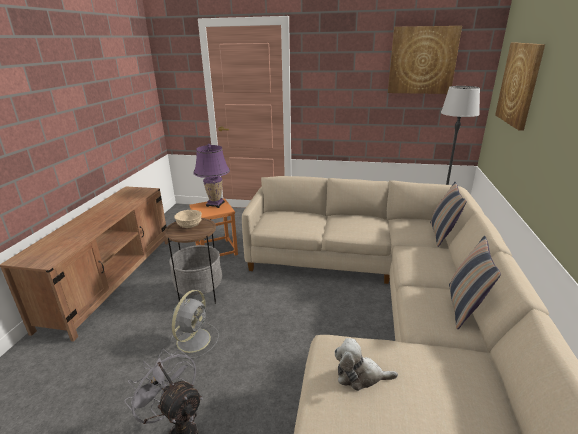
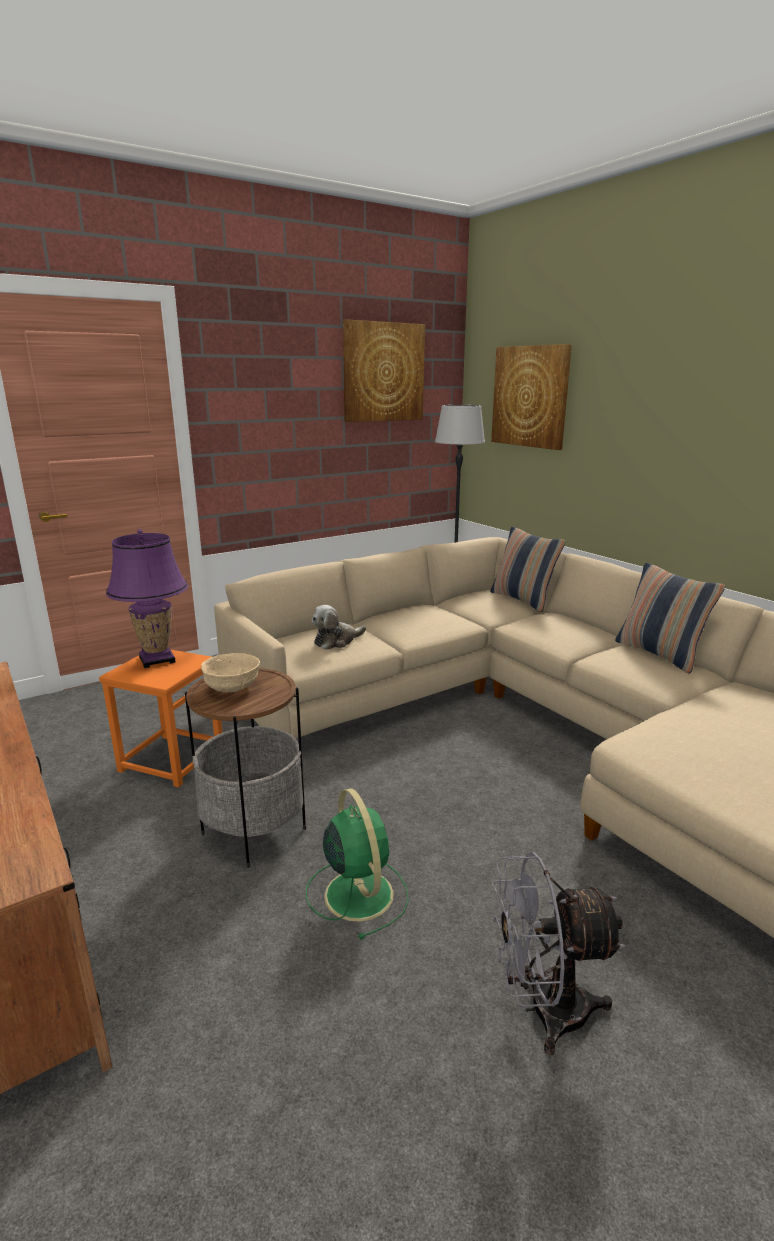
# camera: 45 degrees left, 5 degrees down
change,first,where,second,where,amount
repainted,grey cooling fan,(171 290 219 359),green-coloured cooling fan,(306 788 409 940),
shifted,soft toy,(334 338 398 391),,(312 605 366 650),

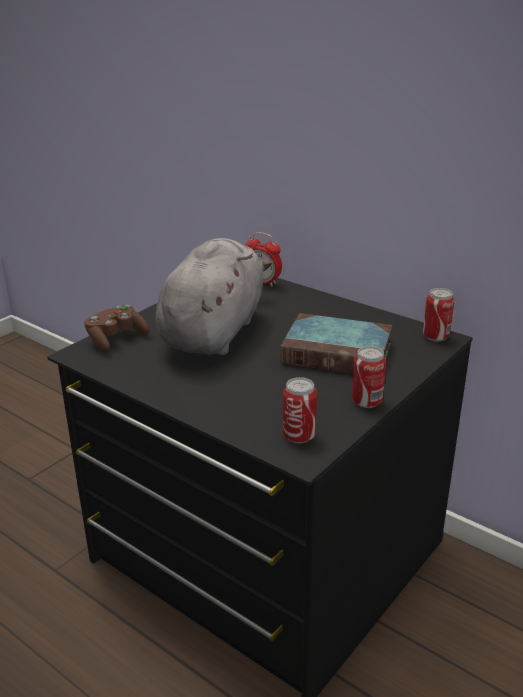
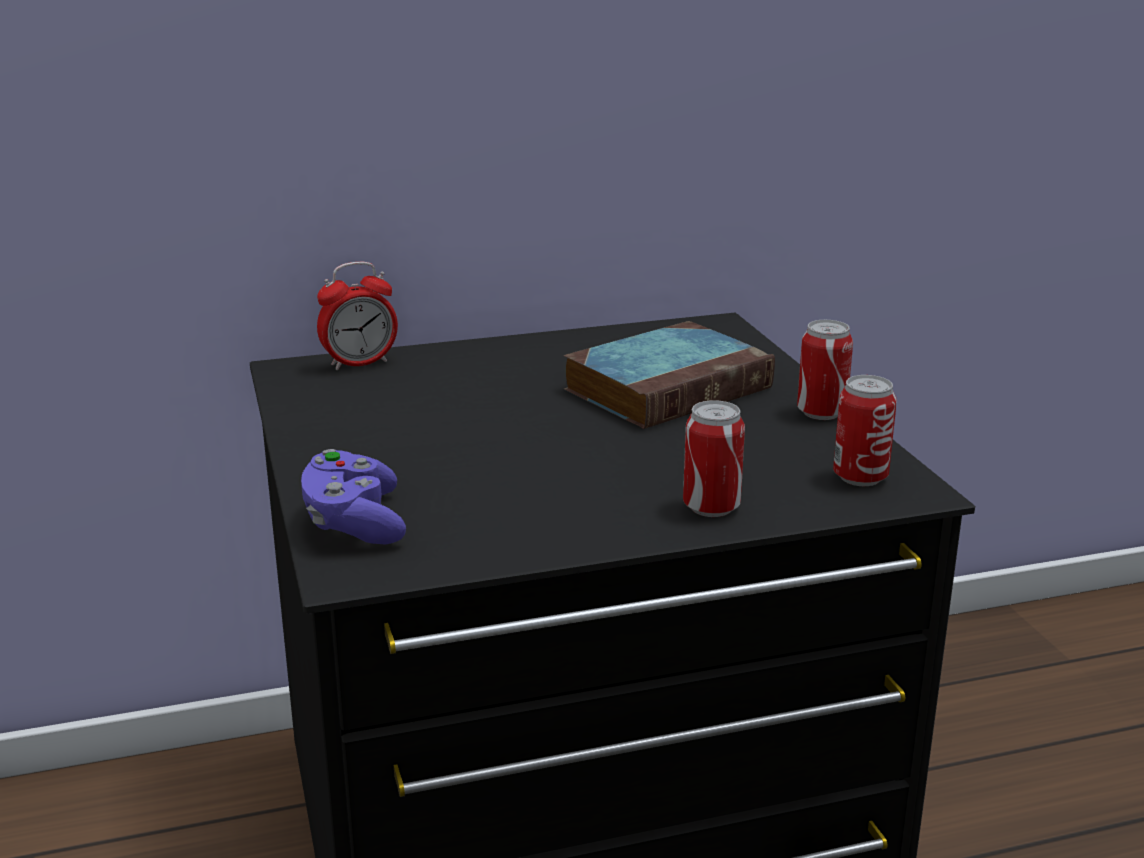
# camera: 55 degrees left, 5 degrees down
change,first,where,second,where,amount
gone,grey soft toy,(155 238 272 355),,,
shifted,can,(423 288 454 342),,(683 400 745 517),
repainted,brown-coloured game controller,(84 305 149 352),purplish game controller,(301 449 406 544),

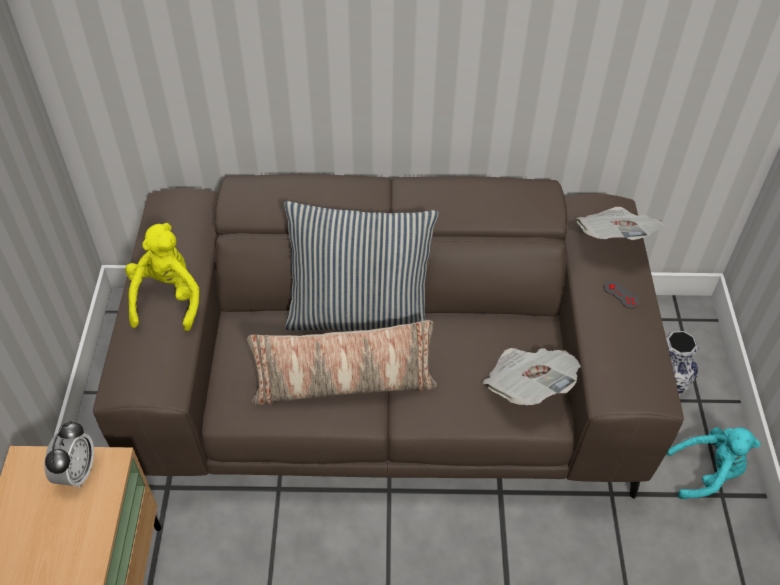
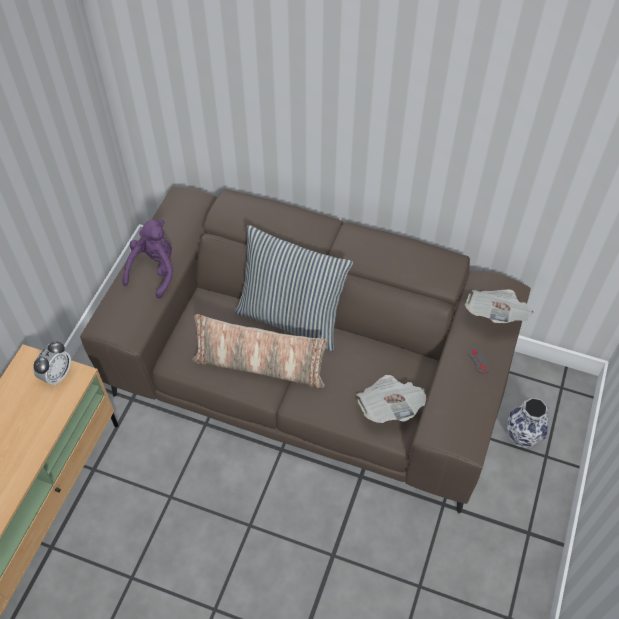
# camera: 20 degrees right, 5 degrees up
change,first,where,second,where,amount
repainted,yellowish soft toy,(125 223 199 331),purplish soft toy,(123 220 174 298),
gone,blue-green soft toy,(666 427 760 499),,,

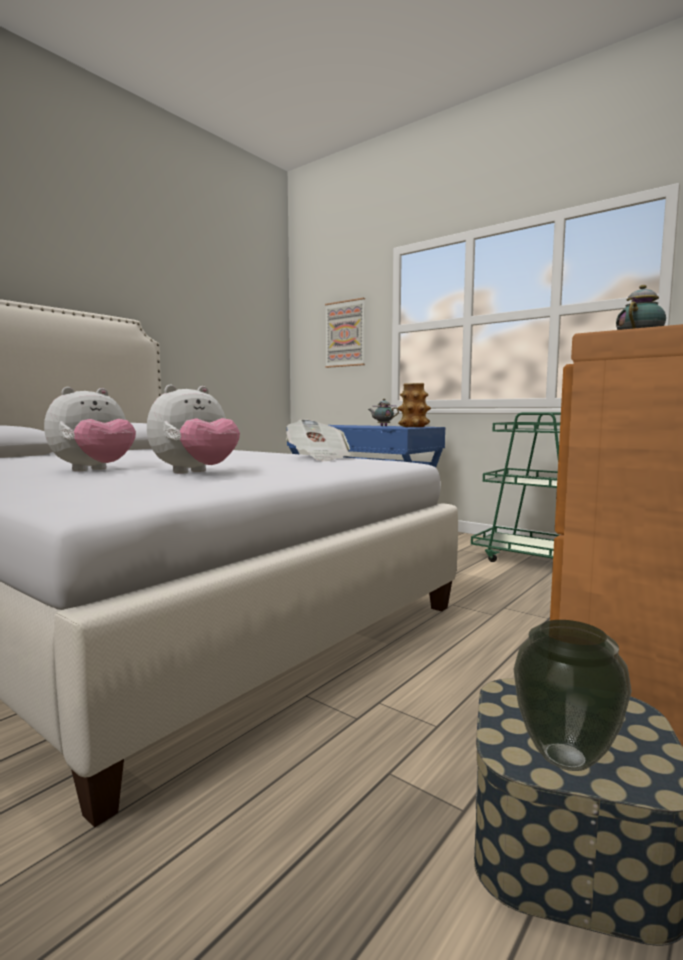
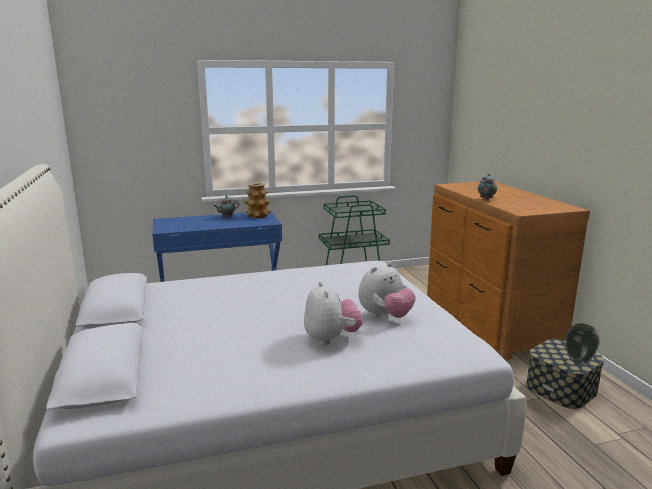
# camera: 55 degrees left, 10 degrees up
change,first,where,second,where,amount
gone,wall art,(325 298 365 368),,,
rotated,soft toy,(147 385 240 474),,(358 262 416 318),60 degrees clockwise
gone,printed paper,(286 419 351 461),,,

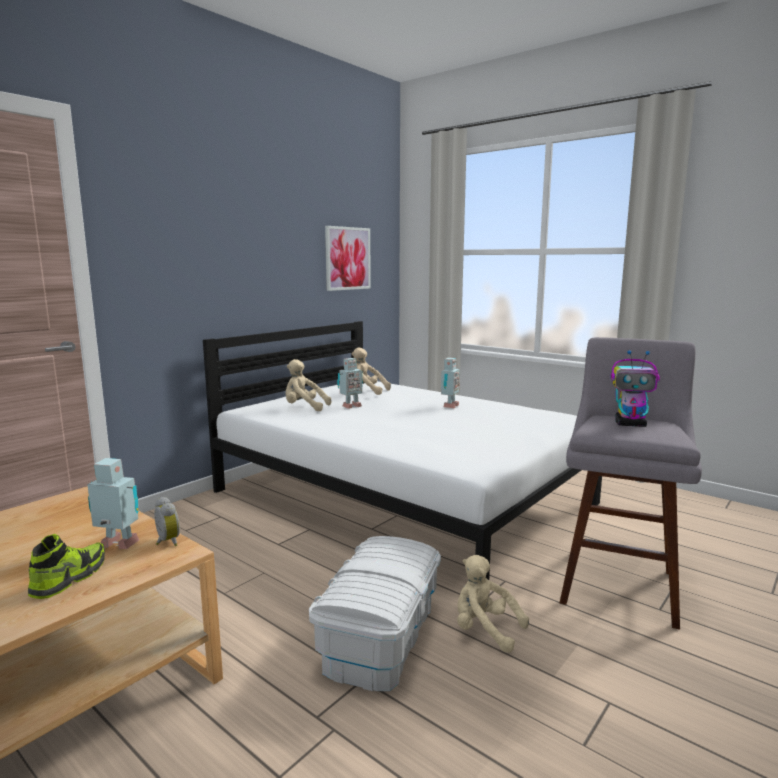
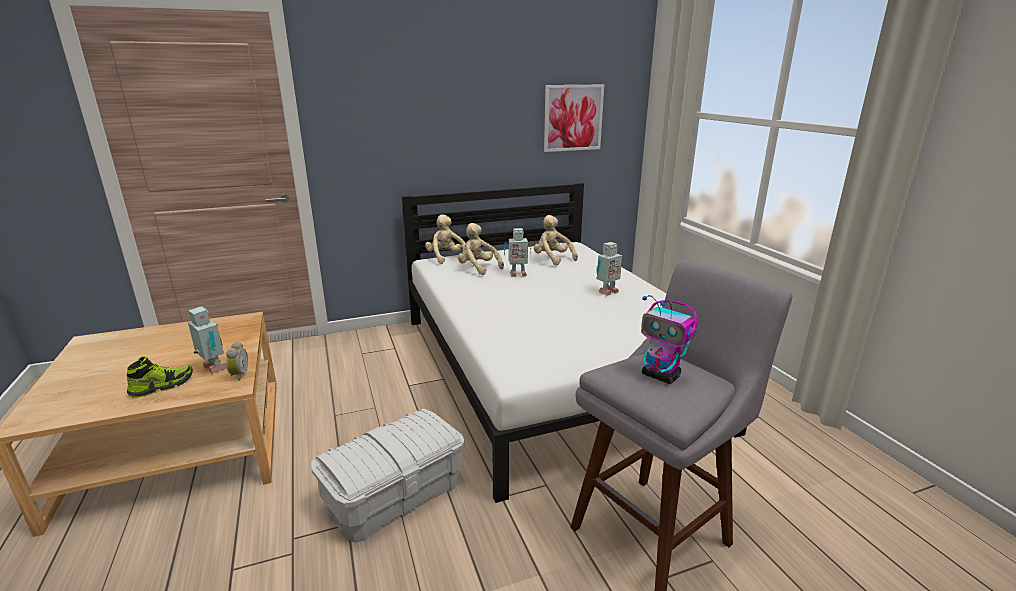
# camera: 30 degrees right, 10 degrees up
change,first,where,second,where,amount
shifted,sand-coloured soft toy,(457 555 529 653),,(425 214 466 264),

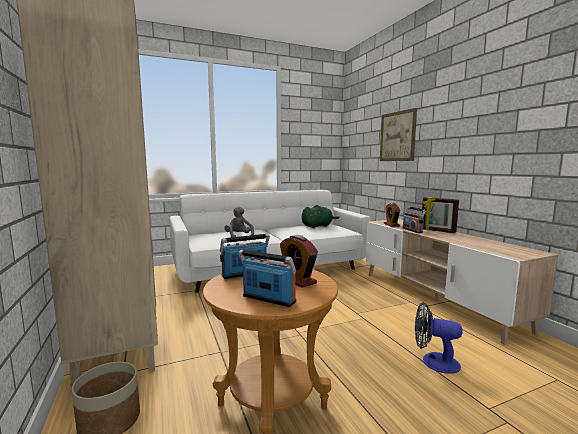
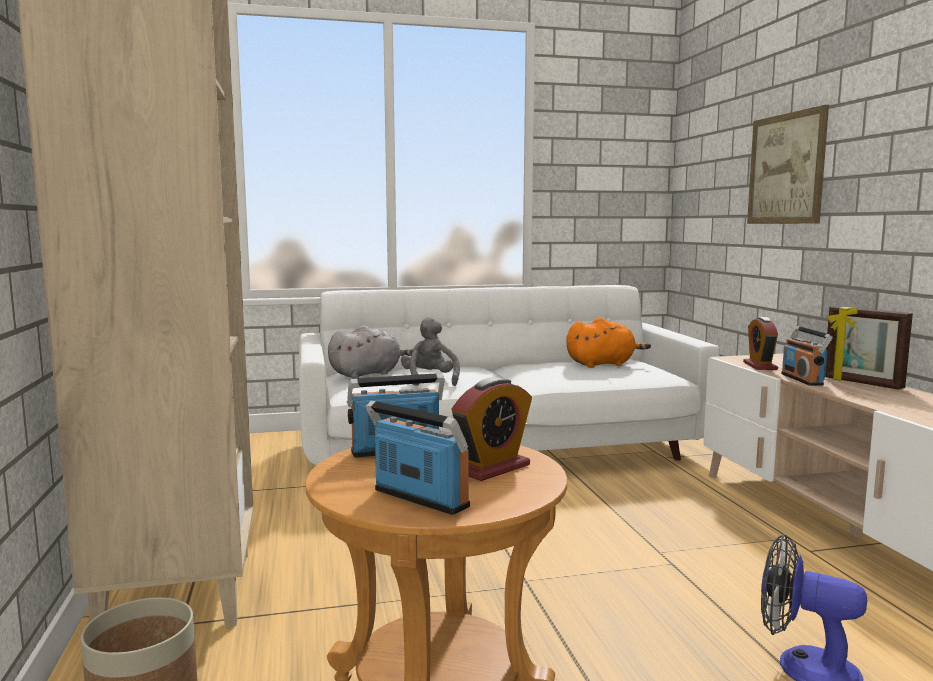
# camera: 10 degrees right, 0 degrees up
change,first,where,second,where,amount
repainted,green-coloured soft toy,(302 205 339 228),orange soft toy,(566 318 651 368),
rotated,bedside clock,(280 235 318 288),,(452 377 532 481),105 degrees counterclockwise
new,,,grey soft toy,(328 325 413 379),

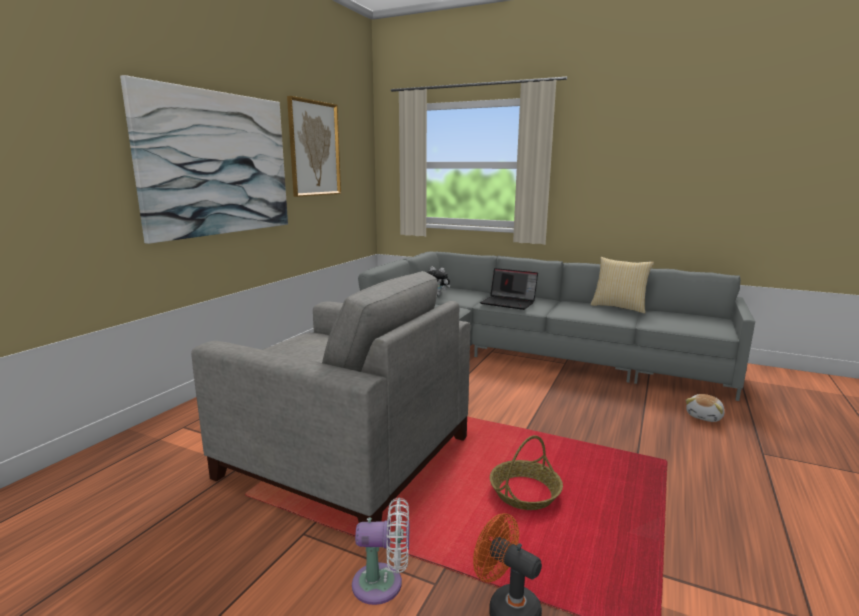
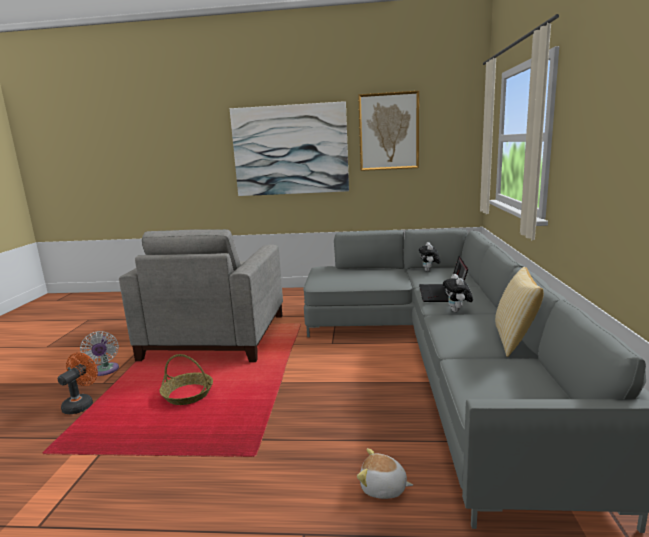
# camera: 70 degrees right, 0 degrees up
change,first,where,second,where,amount
new,,,soft toy,(443 274 473 312),

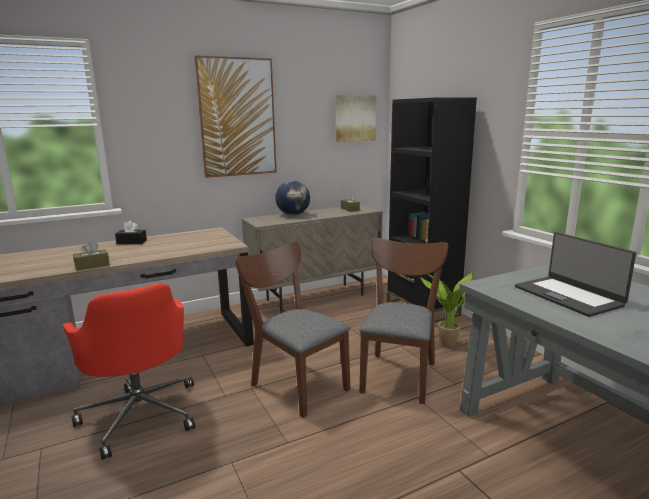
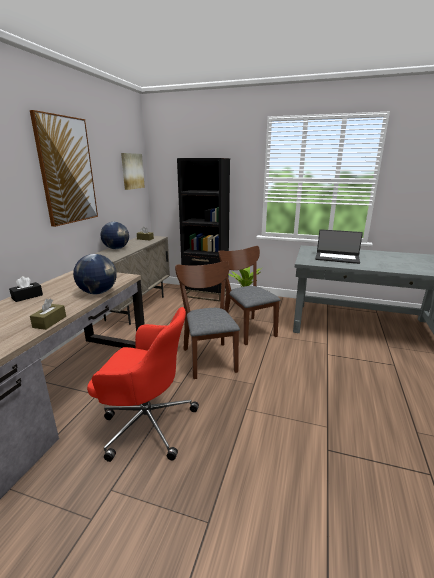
# camera: 45 degrees left, 5 degrees up
change,first,where,second,where,amount
rotated,brown-coloured plain chair,(235 241 350 418),,(175 261 240 379),75 degrees clockwise
new,,,world globe,(73 254 117 294),

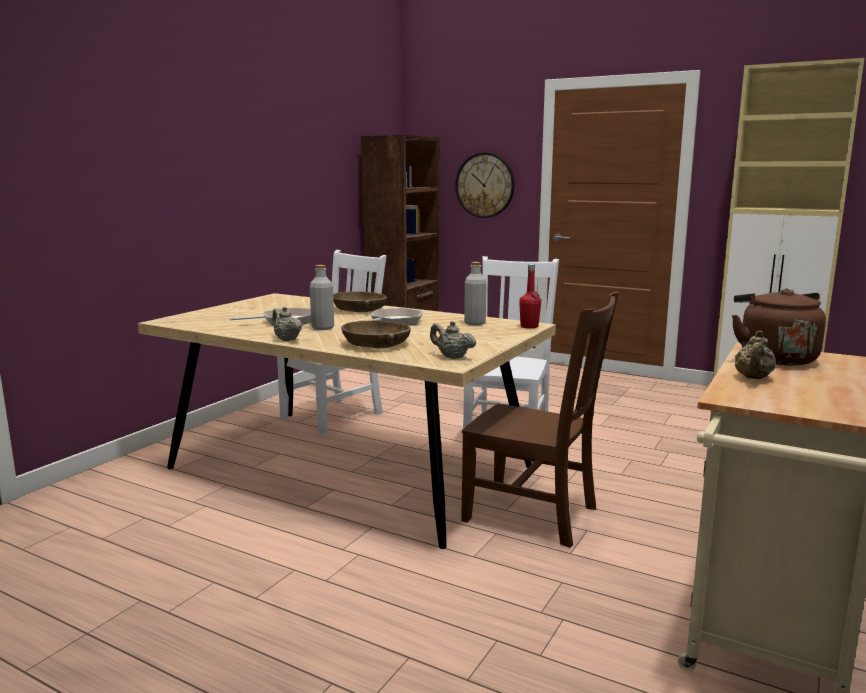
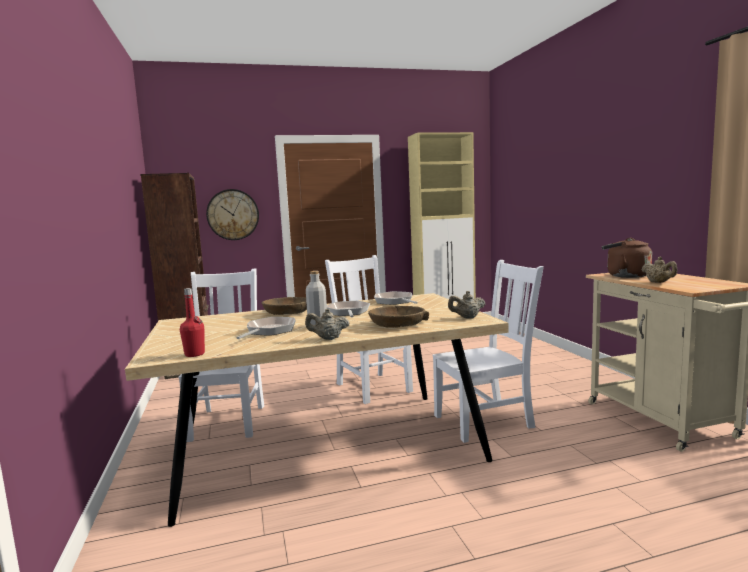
# camera: 45 degrees left, 5 degrees down
change,first,where,second,where,amount
swapped,grey drink bottle,(464 262 486 325),frying pan,(374 291 418 305),
shifted,red drink bottle,(519 264 541 329),,(180 288 205 357),
repainted,brown-coloured plain chair,(461 291 619 548),whitish plain chair,(432 260 544 443),

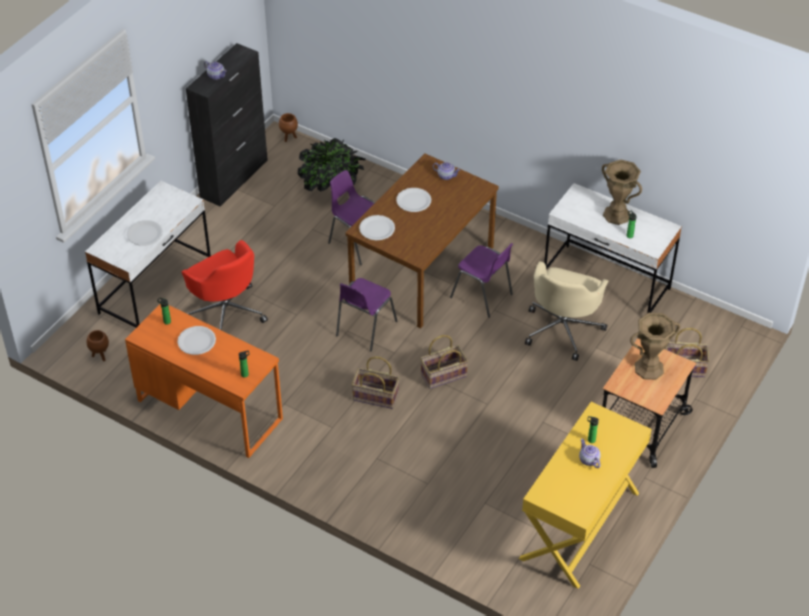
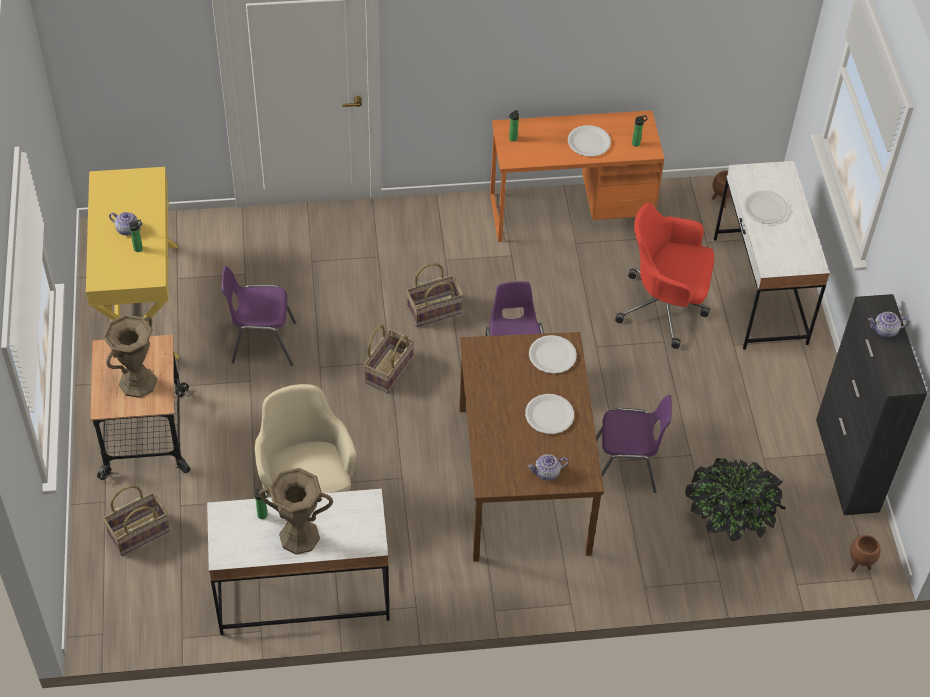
# camera: 140 degrees right, 5 degrees up
change,first,where,second,where,amount
shifted,purplish plain chair,(450 243 513 318),,(221 266 296 366),

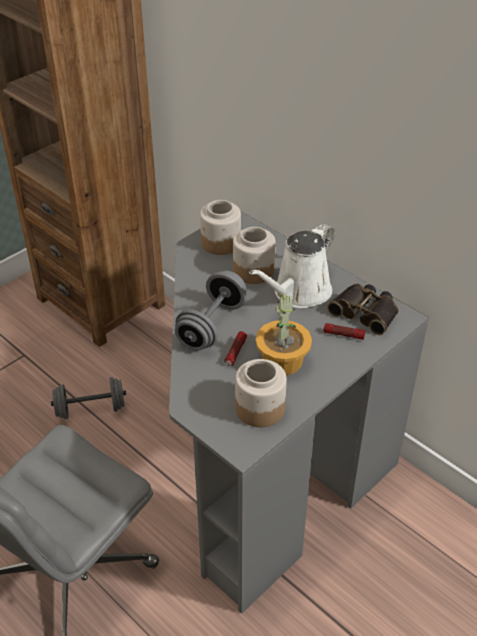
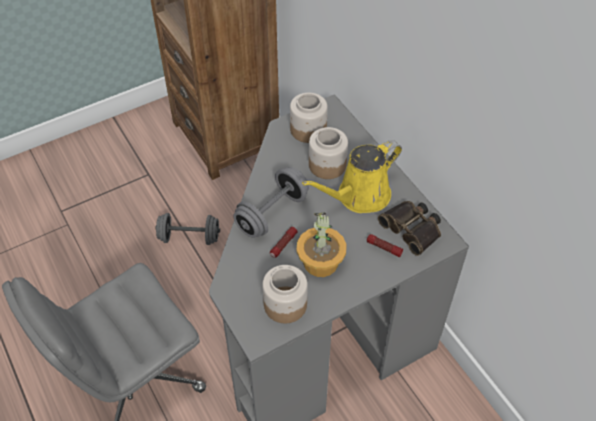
# camera: 15 degrees right, 10 degrees up
change,first,where,second,where,amount
repainted,whitish sprinkling can,(249 224 335 308),yellowish sprinkling can,(302 140 402 213),

